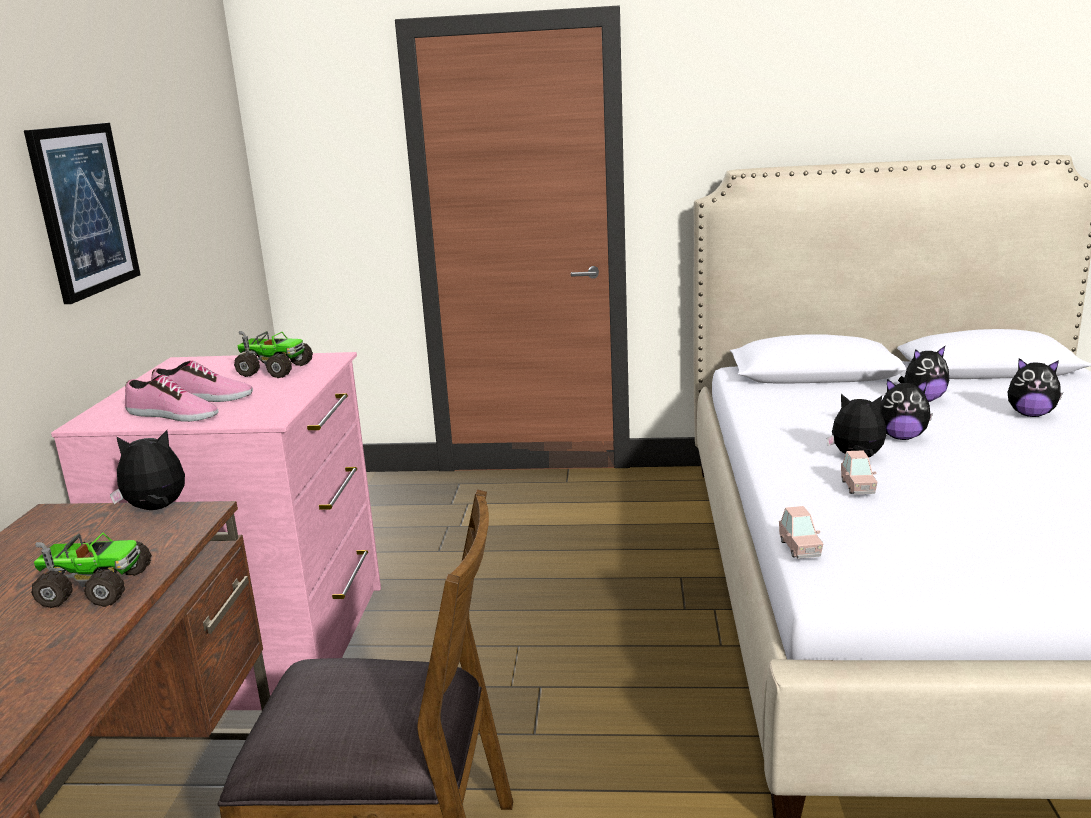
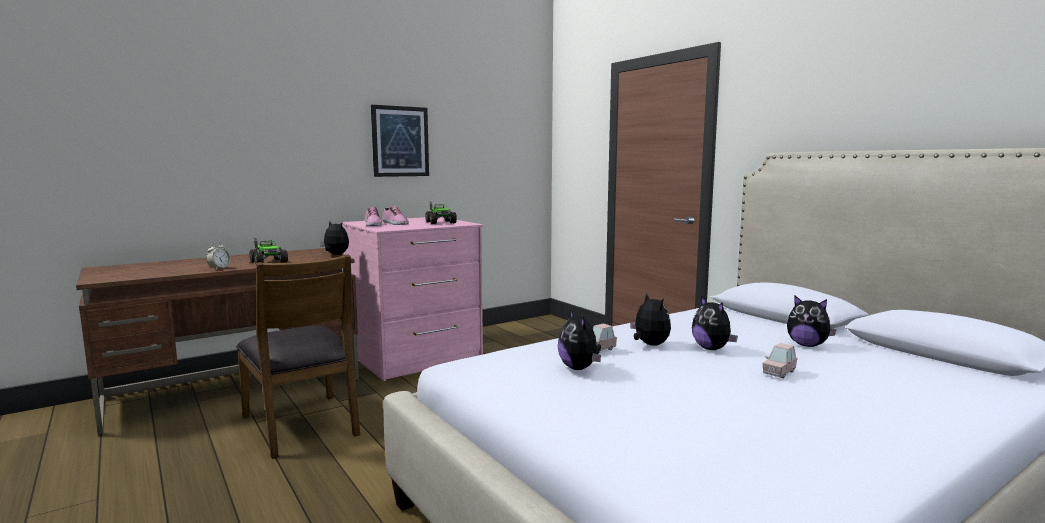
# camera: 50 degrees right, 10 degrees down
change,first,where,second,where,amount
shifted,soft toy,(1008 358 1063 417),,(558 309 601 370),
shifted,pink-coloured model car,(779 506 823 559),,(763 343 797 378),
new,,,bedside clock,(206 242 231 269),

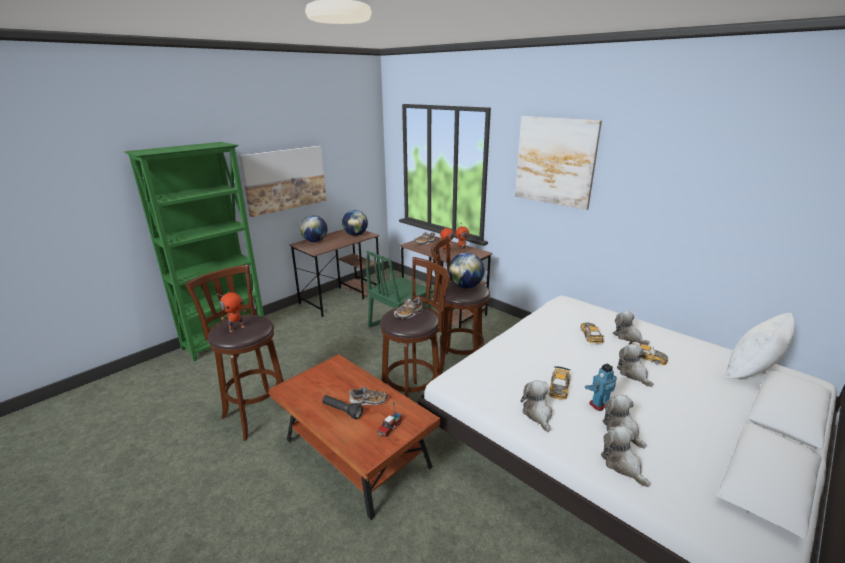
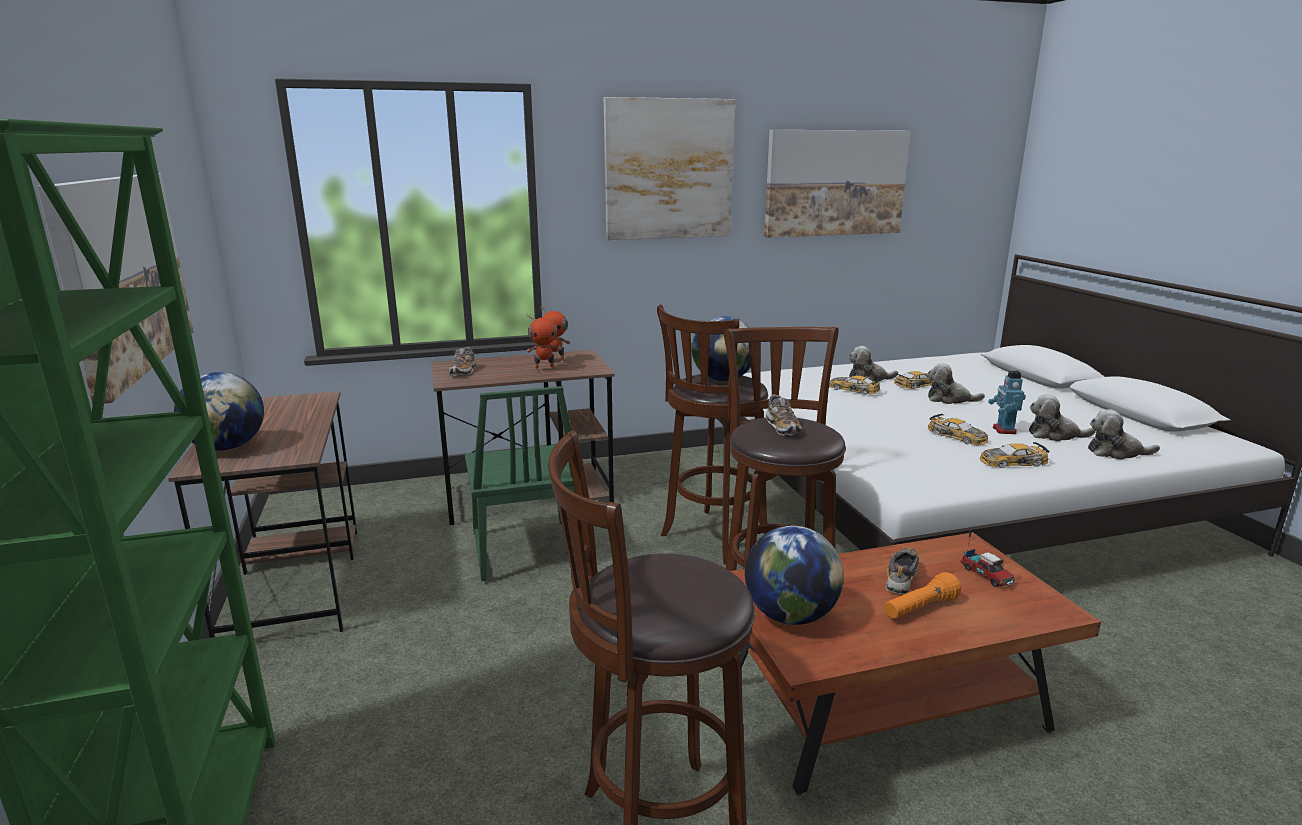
# camera: 60 degrees left, 5 degrees down
change,first,where,second,where,amount
shifted,world globe,(342 210 368 236),,(745 526 843 625),
gone,toy robot,(217 292 246 332),,,
gone,whitish throw pillow,(725 313 795 379),,,
swapped,soft toy,(521 380 552 432),model car,(980 442 1050 468),
repainted,black-coloured torch,(322 395 363 419),orange torch,(884 572 961 619),
new,,,wall art,(764 130 911 237),

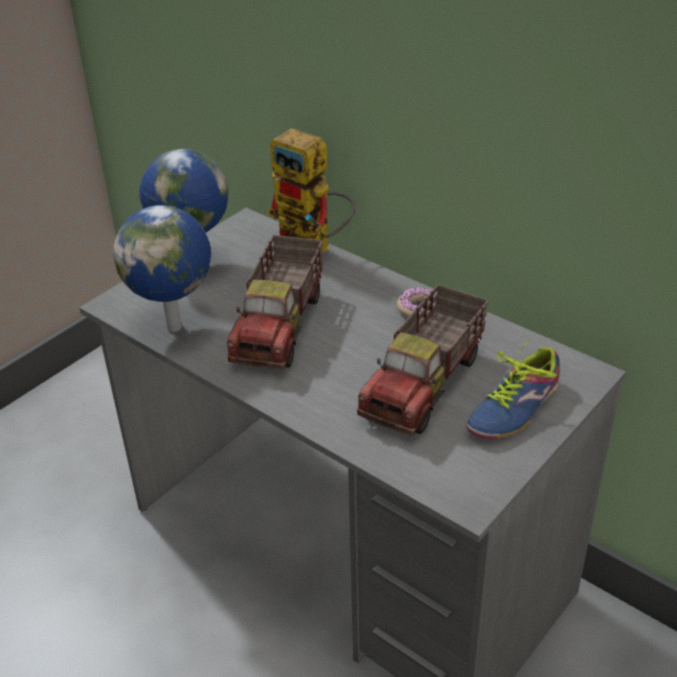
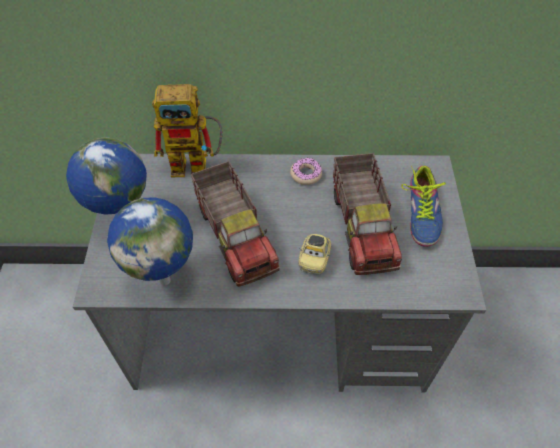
# camera: 40 degrees left, 15 degrees up
change,first,where,second,where,amount
new,,,model car,(298 234 331 274),

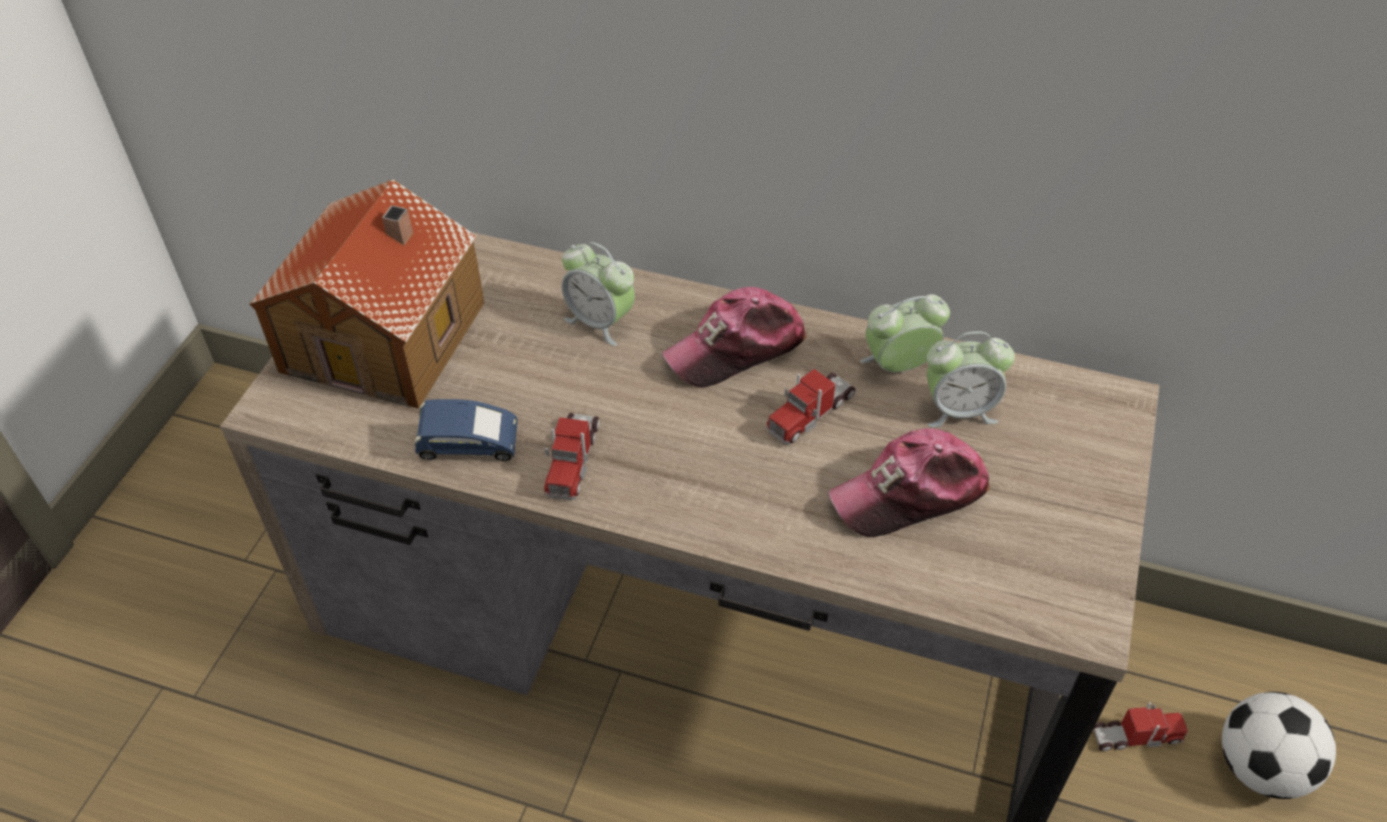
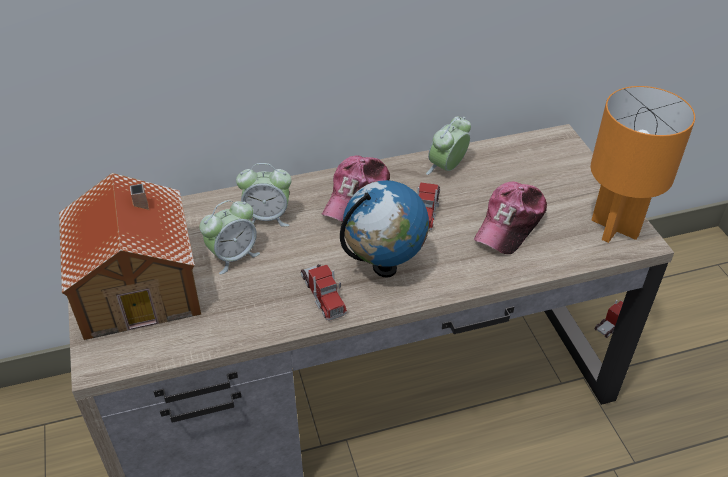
# camera: 35 degrees left, 5 degrees down
change,first,where,second,where,amount
shifted,bedside clock,(927 331 1015 427),,(199 200 260 274),
gone,bluish model car,(415 399 518 461),,,
gone,football,(1222 692 1336 799),,,
new,,,orange lamp for a table,(591 86 695 243),
new,,,world globe,(340 180 429 278),

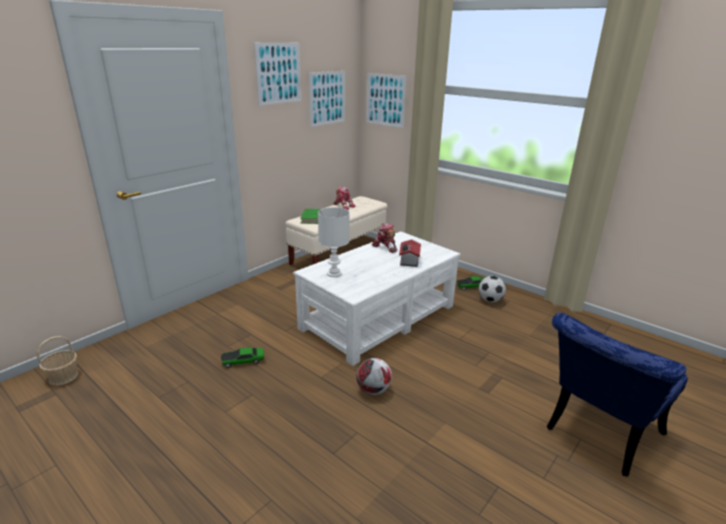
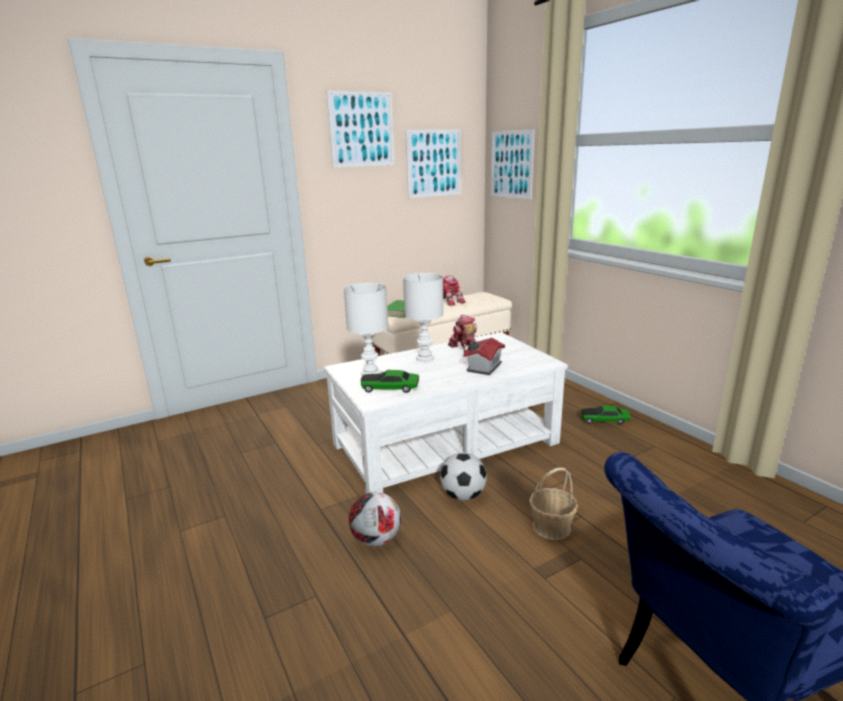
# camera: 20 degrees right, 5 degrees down
change,first,where,second,where,amount
shifted,football,(479 276 506 302),,(440 453 487 501),
shifted,basket,(37 336 78 385),,(529 468 578 540),
shifted,model car,(221 347 264 368),,(361 370 419 393),
new,,,whitish lamp for a table,(403 273 443 362),

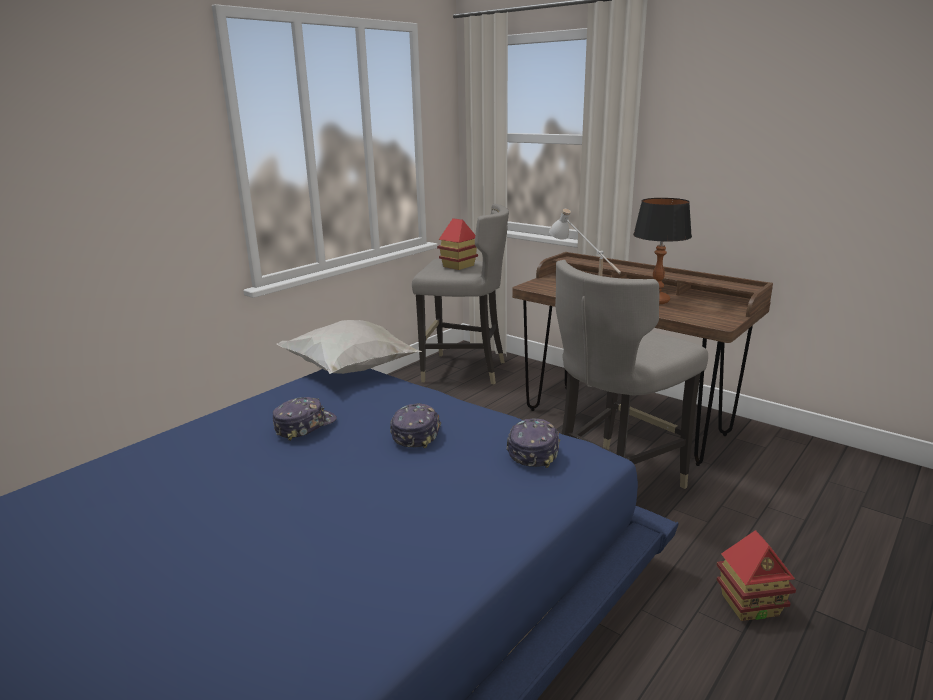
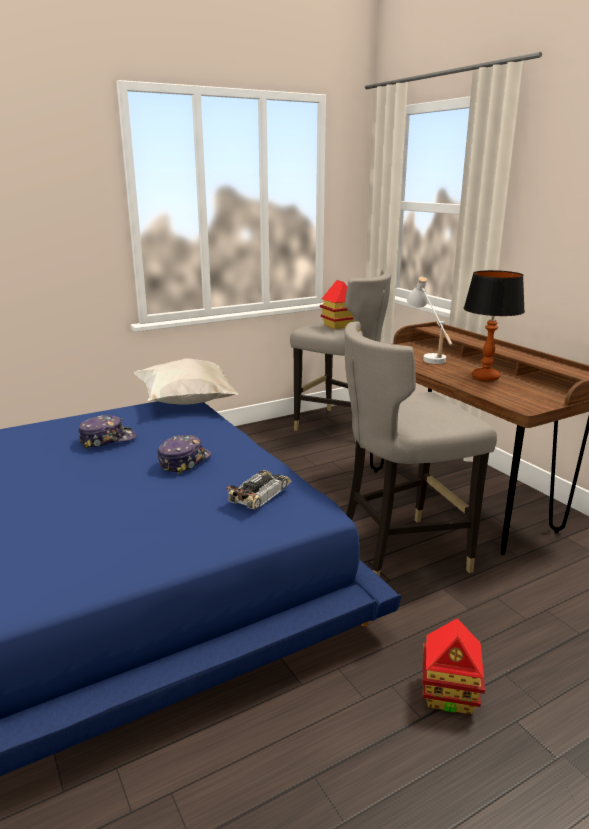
# camera: 20 degrees right, 0 degrees up
change,first,where,second,where,amount
swapped,baseball cap,(507 418 560 468),model car,(226 470 291 510),

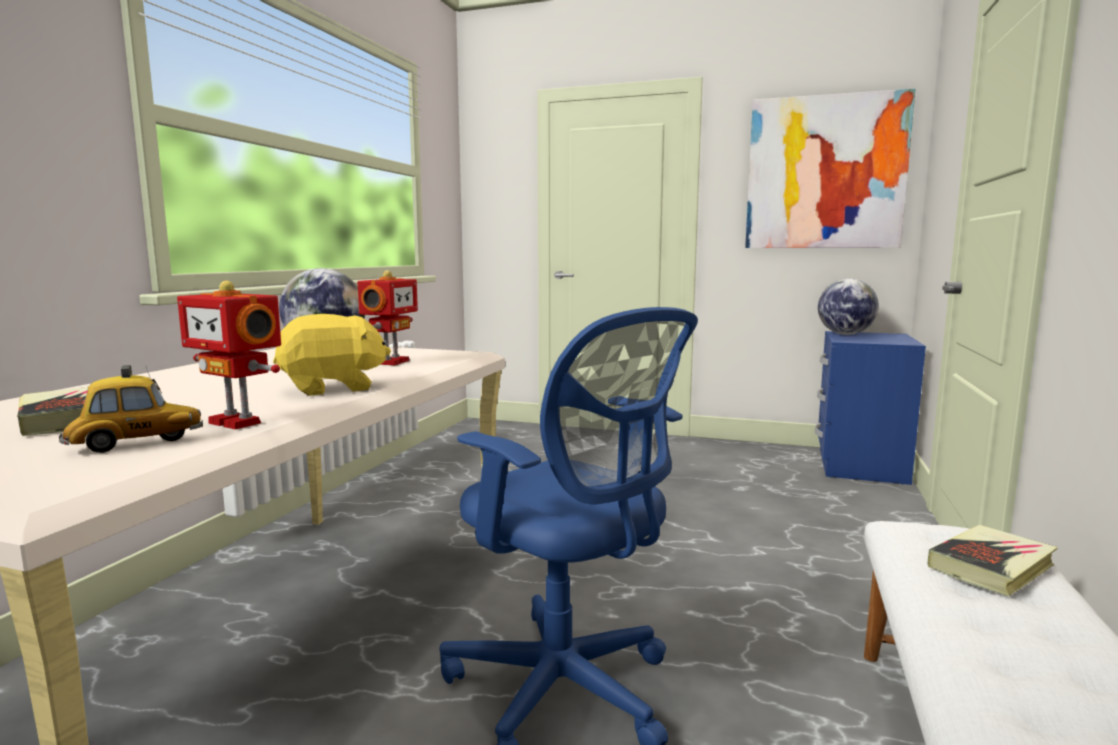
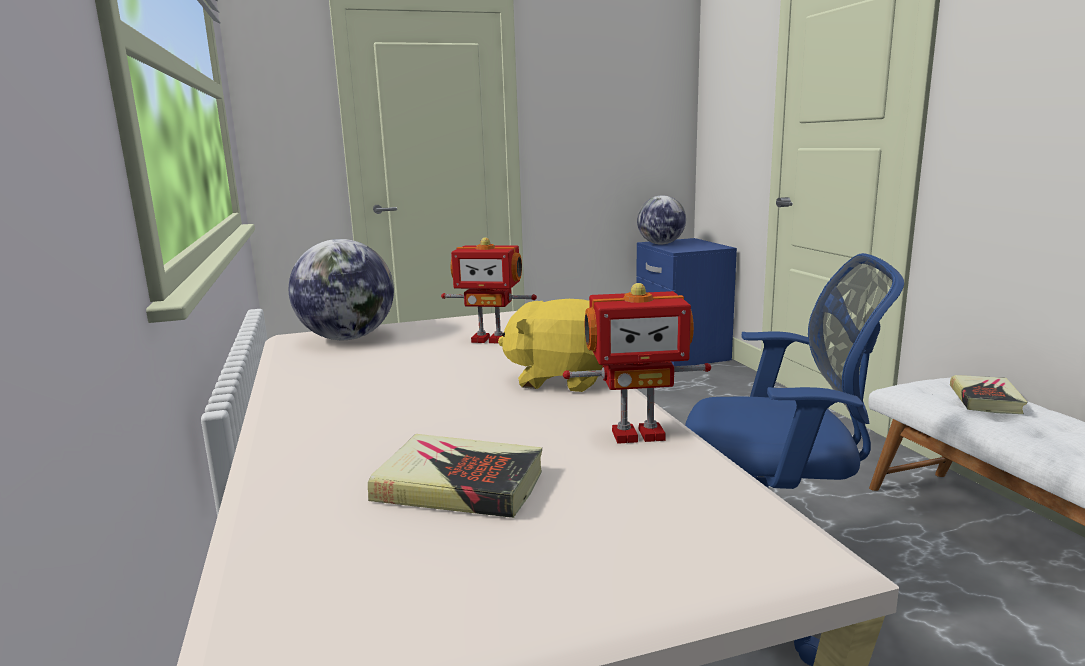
# camera: 35 degrees left, 5 degrees up
change,first,where,second,where,amount
gone,wall art,(745 89 916 248),,,
rotated,toy robot,(357 270 418 365),,(441 237 537 343),120 degrees clockwise
rotated,yellowish soft toy,(273 314 391 396),,(498 299 603 392),105 degrees counterclockwise
gone,model car,(59 365 203 453),,,

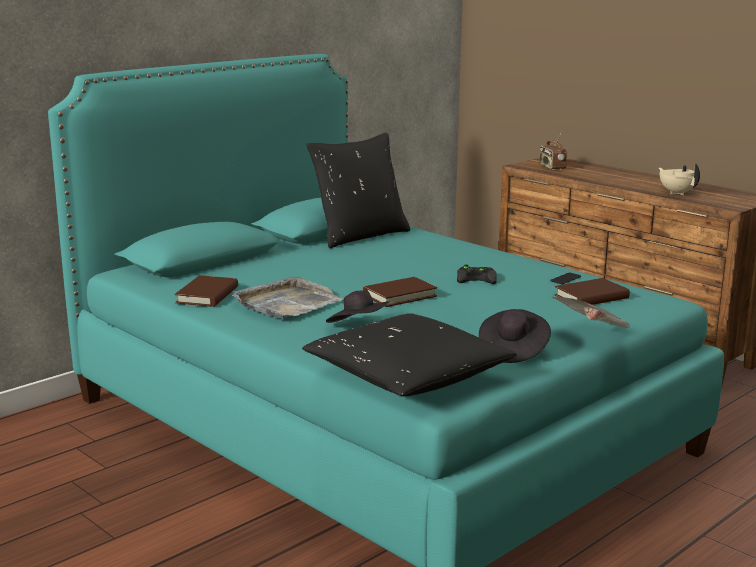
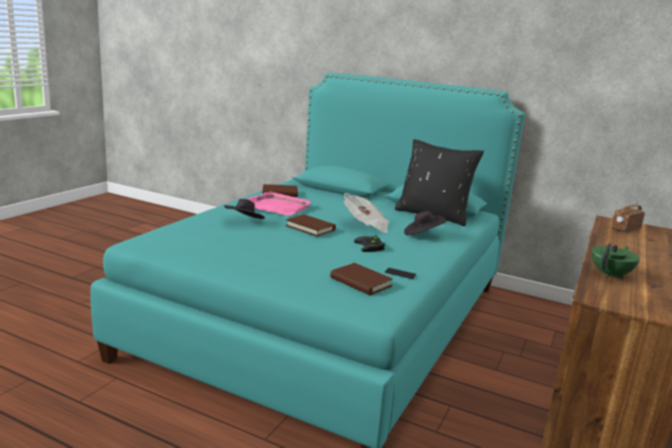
# camera: 70 degrees right, 0 degrees up
change,first,where,second,where,amount
repainted,sand-coloured teapot,(659 163 700 195),green-coloured teapot,(592 243 640 279),
repainted,grey carrying tray,(232 277 343 319),pink-coloured carrying tray,(247 191 312 216),
shifted,printed paper,(551 297 631 328),,(344 193 389 233),
shifted,black-coloured wearable hat,(479 309 551 363),,(404 211 446 235),
gone,black-coloured throw pillow,(302 313 517 396),,,

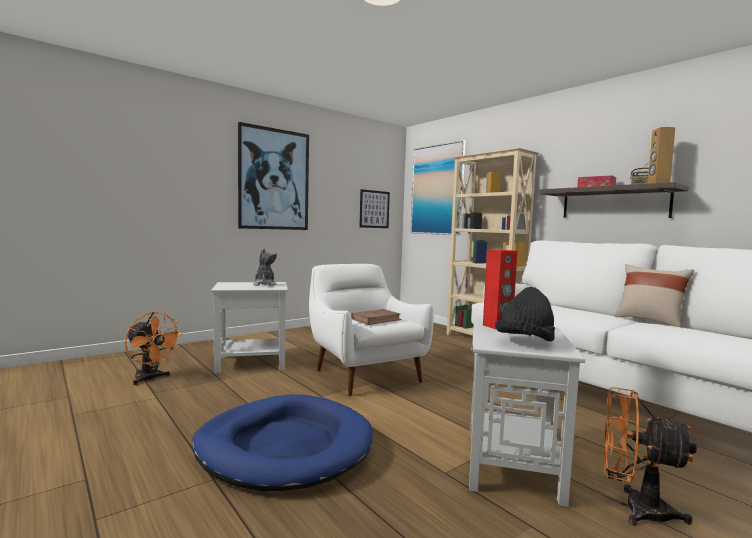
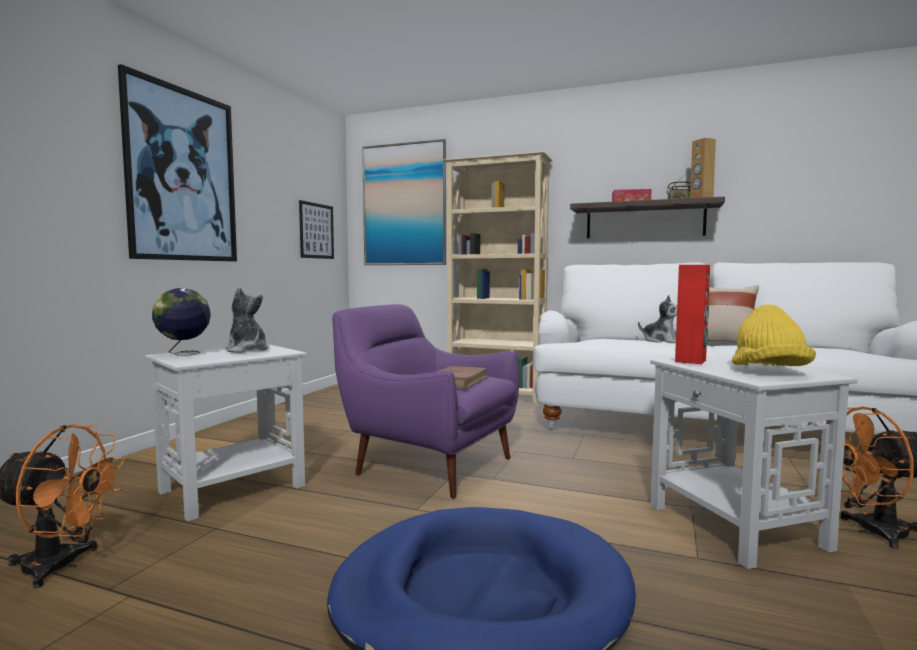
# camera: 30 degrees left, 0 degrees up
change,first,where,second,where,amount
repainted,whitish easy chair,(309 264 433 396),purplish easy chair,(332 304 519 499),
repainted,black-coloured wearable hat,(495 287 555 341),yellowish wearable hat,(732 304 816 366),
new,,,world globe,(152 288 211 356),
new,,,soft toy,(638 295 677 343),

